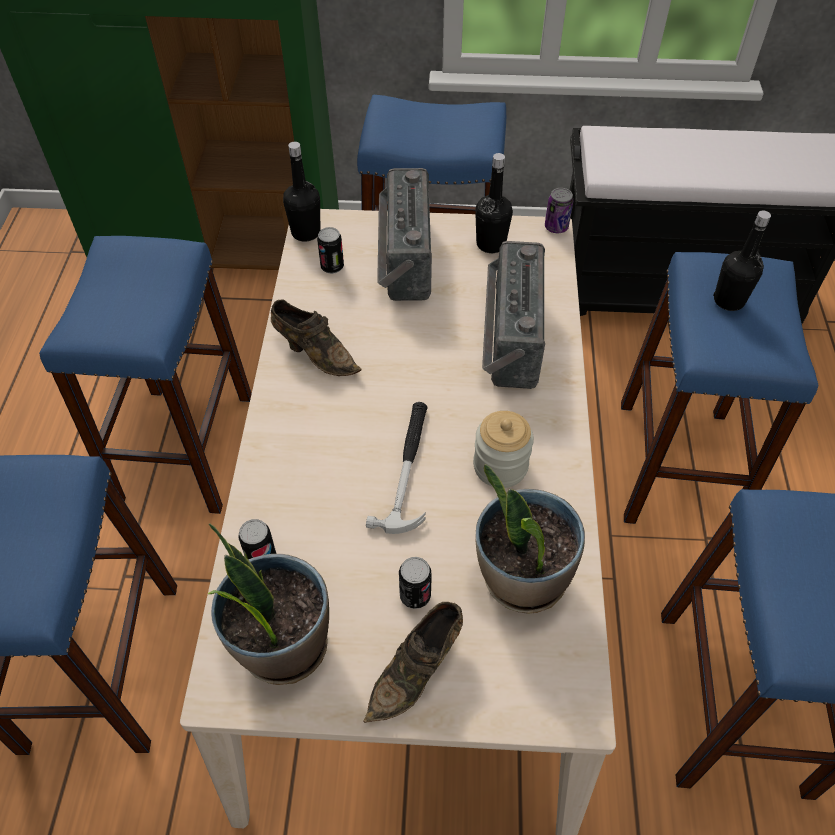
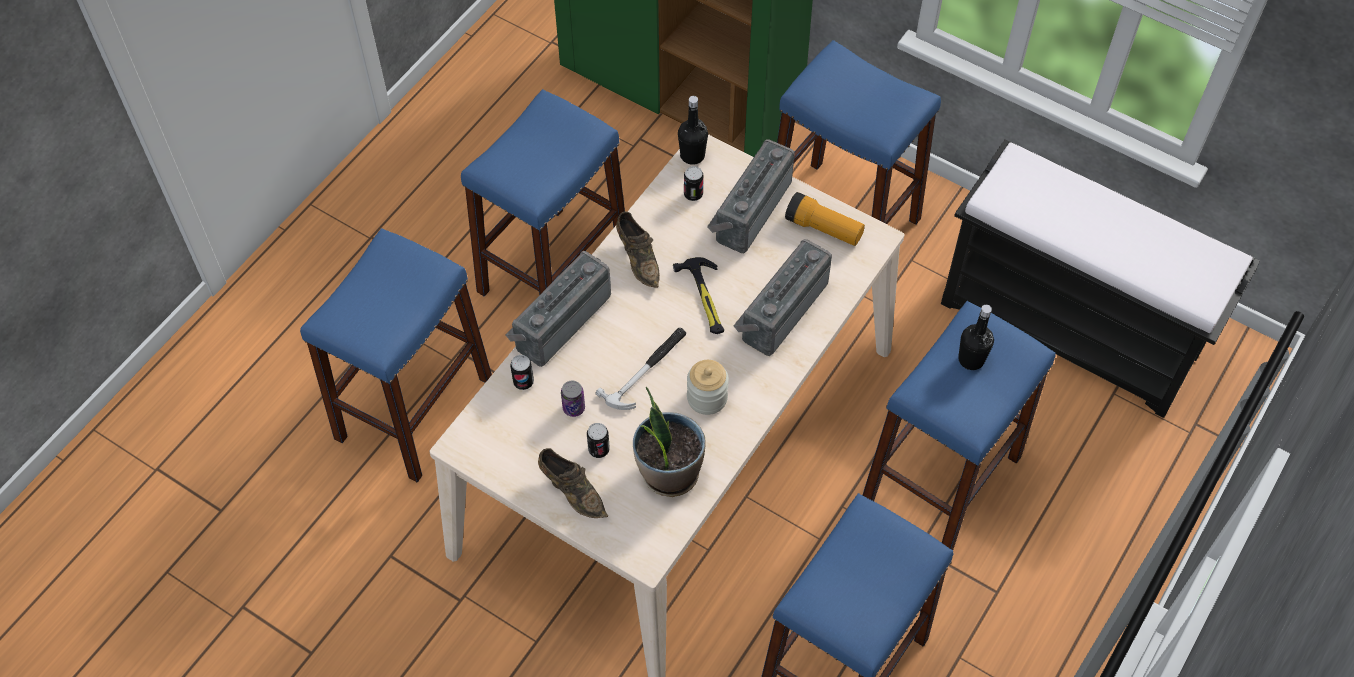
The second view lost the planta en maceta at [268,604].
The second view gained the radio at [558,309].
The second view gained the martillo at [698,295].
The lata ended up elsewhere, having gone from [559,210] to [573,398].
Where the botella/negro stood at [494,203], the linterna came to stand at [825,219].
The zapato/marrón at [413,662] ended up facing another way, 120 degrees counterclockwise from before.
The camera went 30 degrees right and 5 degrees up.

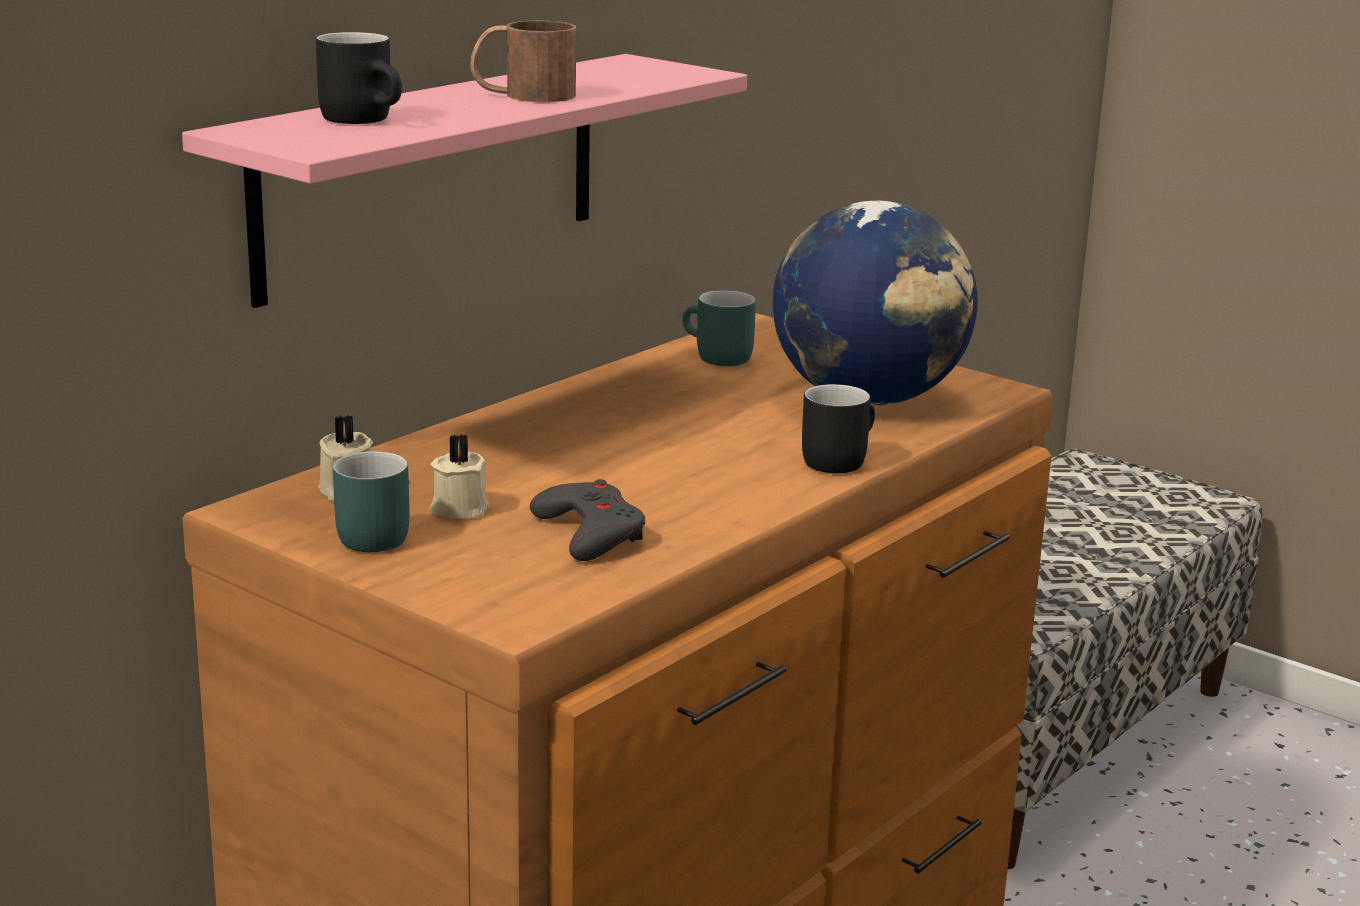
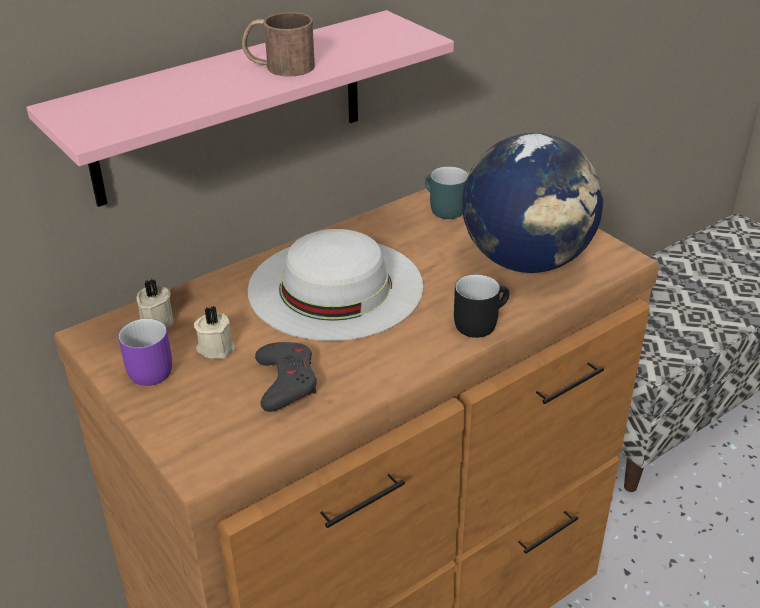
The second view lost the taza grande/negro at [359,78].
The second view gained the sombrero/blanco at [335,285].
What was the taza grande/turquesa at [371,501] turned into the taza grande/morado at [145,352].
The camera went 15 degrees right and 15 degrees up.

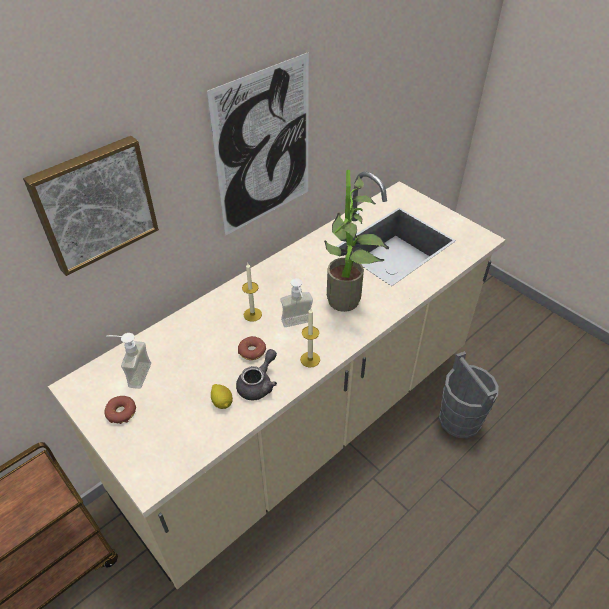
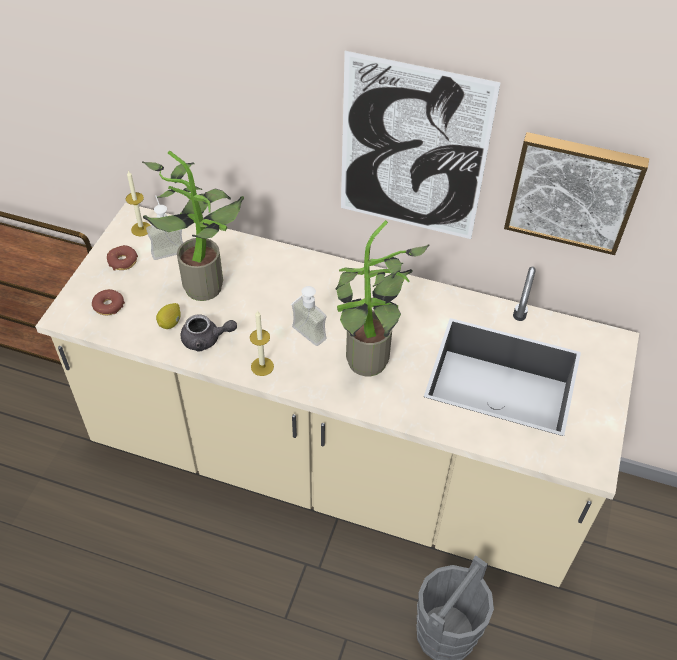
The second view gained the planta en maceta at [193,225].
The cuadro ended up elsewhere, having gone from [91,206] to [576,193].
The rosquilla ended up elsewhere, having gone from [252,348] to [108,302].
The vela ended up elsewhere, having gone from [252,292] to [138,203].
The camera went 60 degrees right and 5 degrees up.

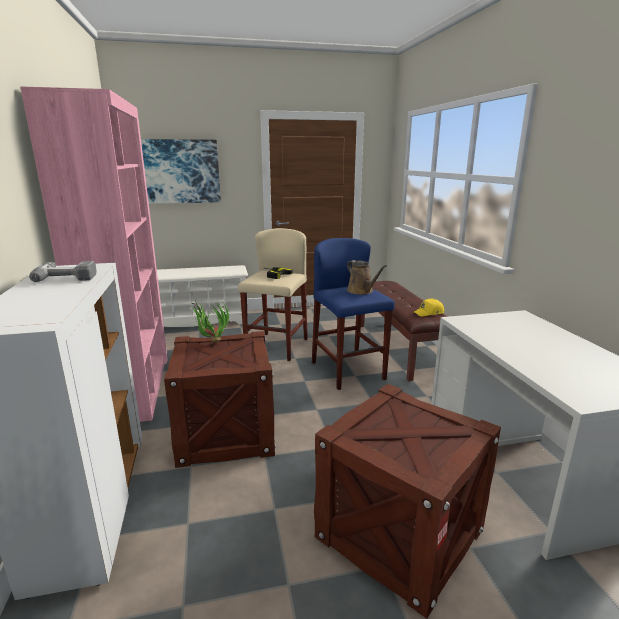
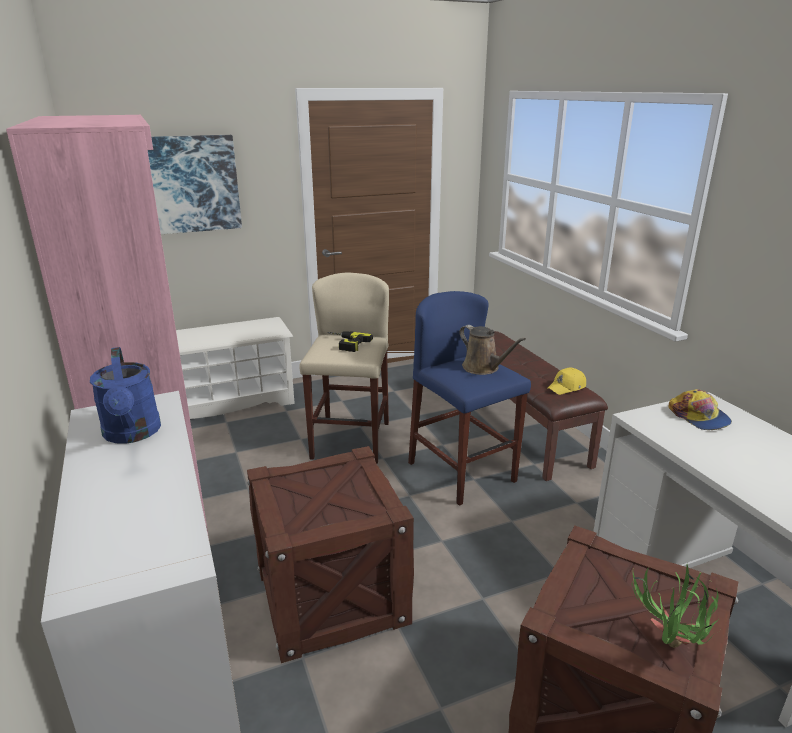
The second view gained the gorra at [700,409].
The planta en maceta ended up elsewhere, having gone from [210,321] to [676,606].
Where the taladro stood at [63,271], the regadera/azul came to stand at [125,395].
The camera went 10 degrees left and 5 degrees up.

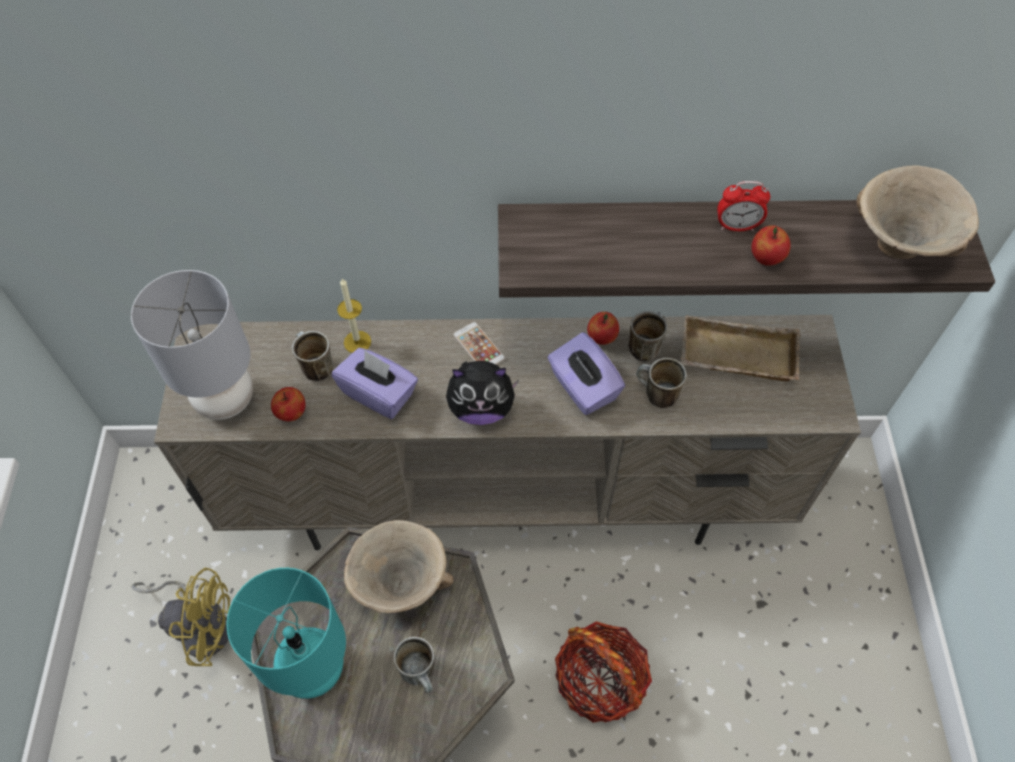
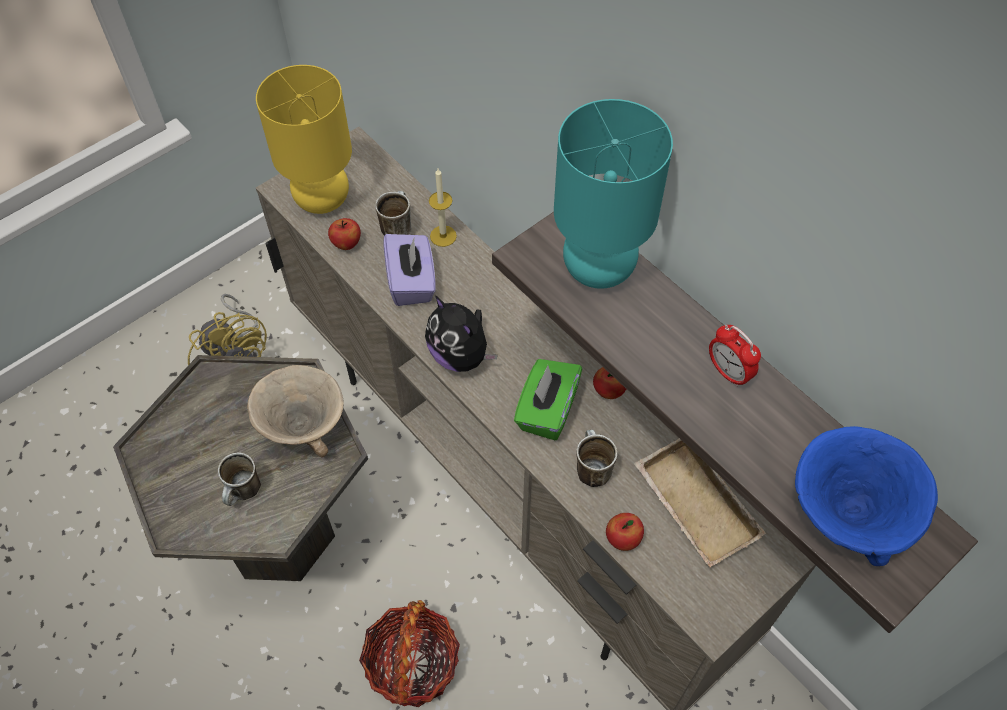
The second view lost the móvil at [479,343].
The second view lost the taza grande at [648,336].
The lámpara de mesa/turquesa ended up elsewhere, having gone from [286,633] to [613,194].
The manzana ended up elsewhere, having gone from [770,245] to [625,532].
What was the lámpara de mesa/gris at [192,345] turned into the lámpara de mesa/amarillo at [304,139].
What was the caja de pañuelos/morado at [586,373] turned into the caja de pañuelos/verde at [548,399].
What was the cuenco/beis at [918,212] turned into the cuenco/azul at [866,496].
The camera went 50 degrees right and 0 degrees up.

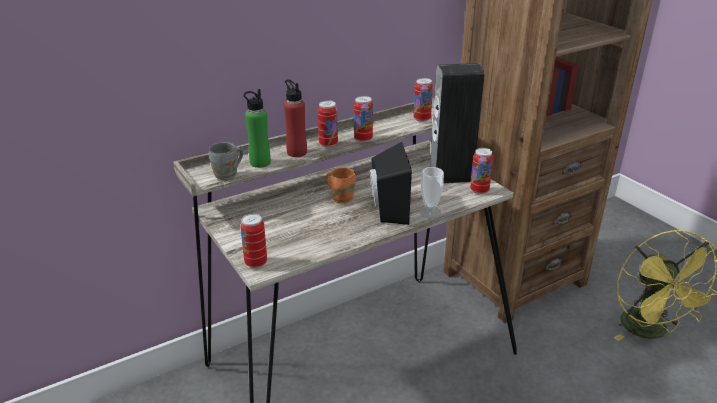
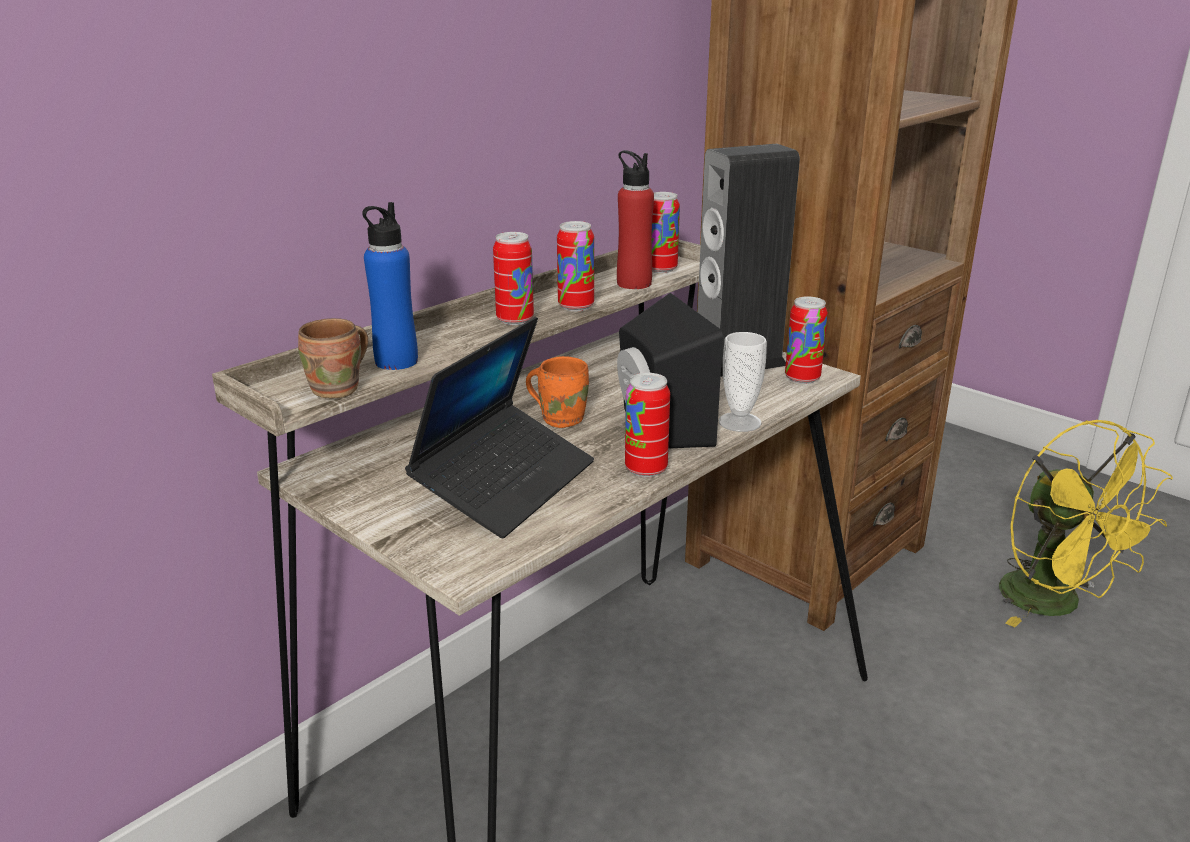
The second view gained the portátil at [499,427].
The lata ended up elsewhere, having gone from [253,241] to [647,425].
The botella/rojo ended up elsewhere, having gone from [295,118] to [635,219].
What was the taza grande/gris at [226,161] turned into the taza grande/marrón at [333,358].
What was the botella/verde at [257,128] turned into the botella/azul at [390,286].
The camera went 15 degrees left and 5 degrees down.

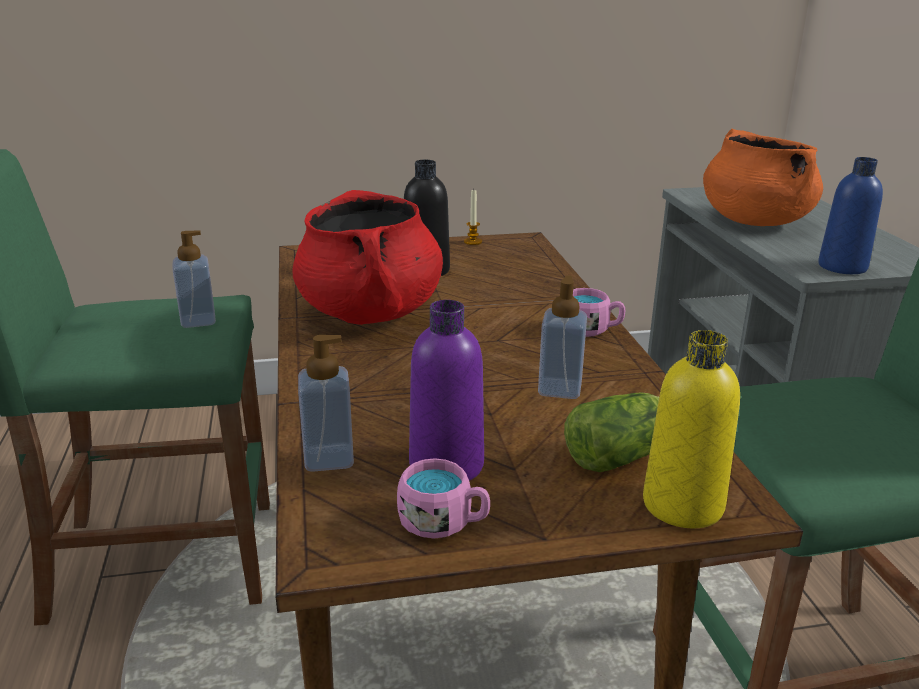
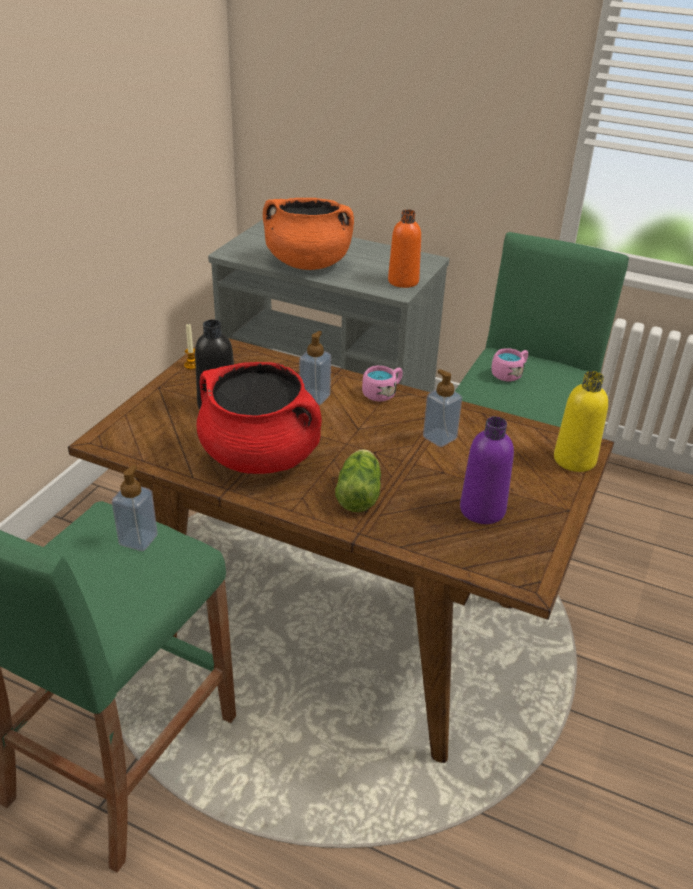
The dispensador de jabón ended up elsewhere, having gone from [326,403] to [315,368].
The taza grande/rosa ended up elsewhere, having gone from [443,498] to [509,364].
The lechuga ended up elsewhere, having gone from [611,432] to [358,480].
What was the botella/azul at [850,215] turned into the botella/naranja at [404,248].
The camera went 55 degrees left and 10 degrees up.

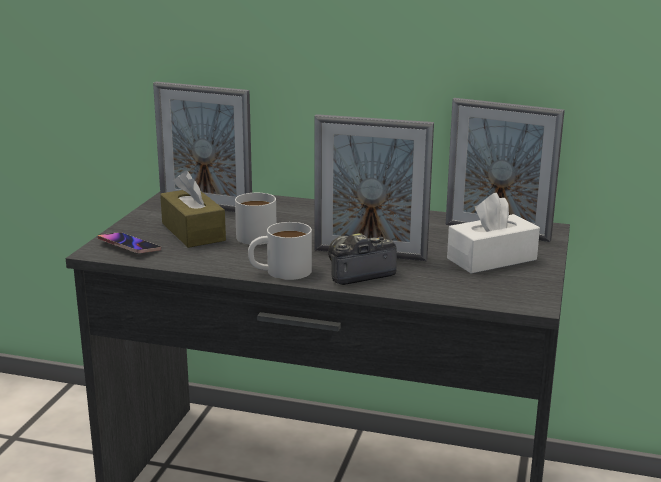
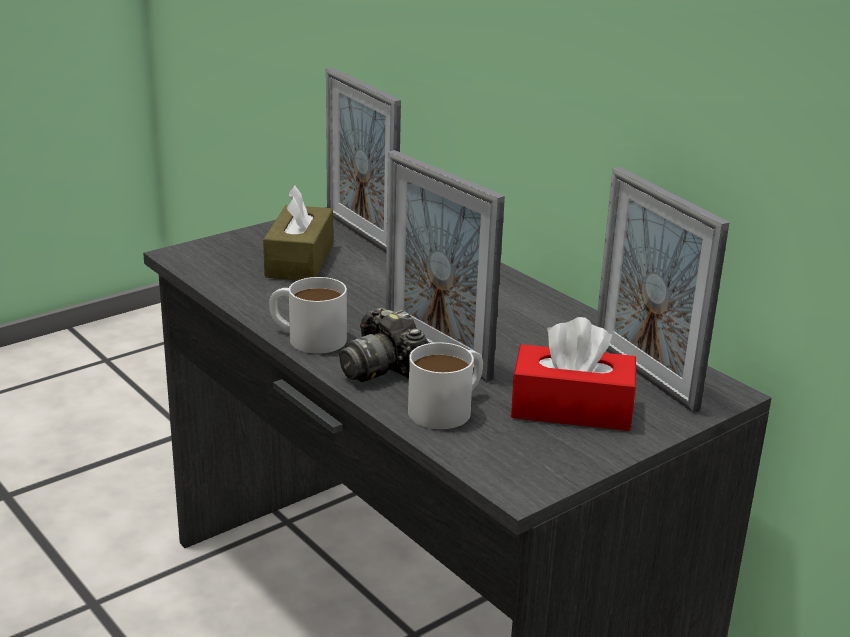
The second view lost the móvil at [129,242].
The taza grande/blanco ended up elsewhere, having gone from [255,219] to [445,385].
What was the caja de pañuelos/blanco at [493,233] turned into the caja de pañuelos/rojo at [573,374].
The cámara at [362,259] ended up facing another way, 135 degrees counterclockwise from before.
The camera went 35 degrees right and 5 degrees up.

